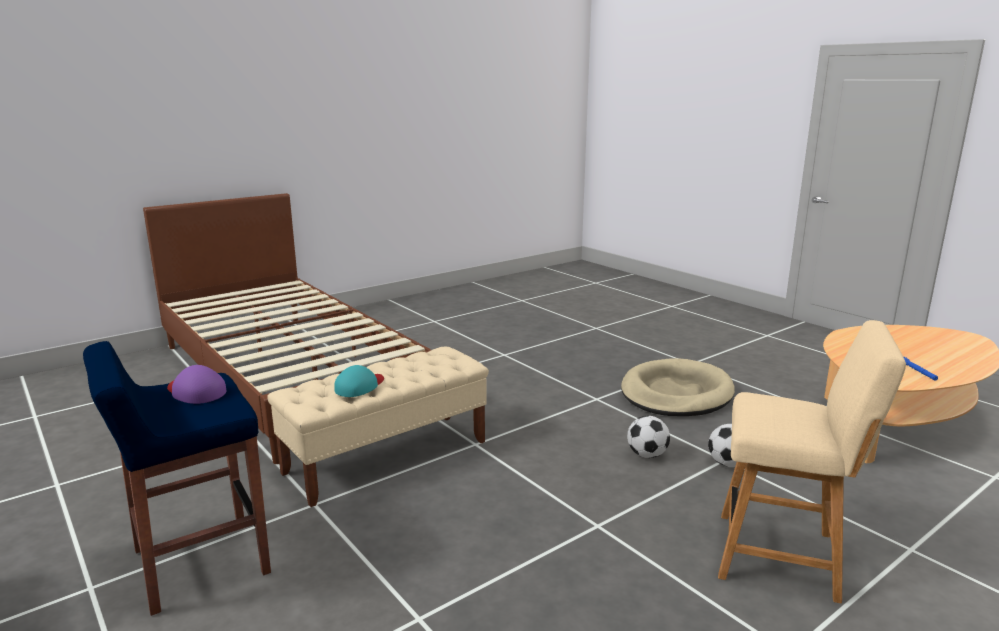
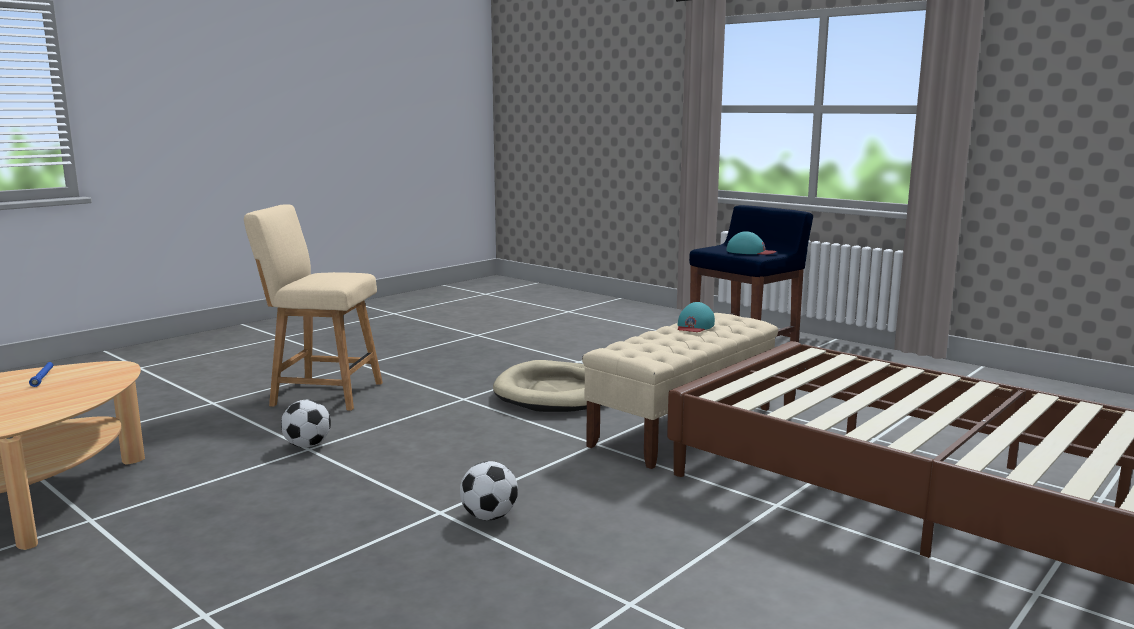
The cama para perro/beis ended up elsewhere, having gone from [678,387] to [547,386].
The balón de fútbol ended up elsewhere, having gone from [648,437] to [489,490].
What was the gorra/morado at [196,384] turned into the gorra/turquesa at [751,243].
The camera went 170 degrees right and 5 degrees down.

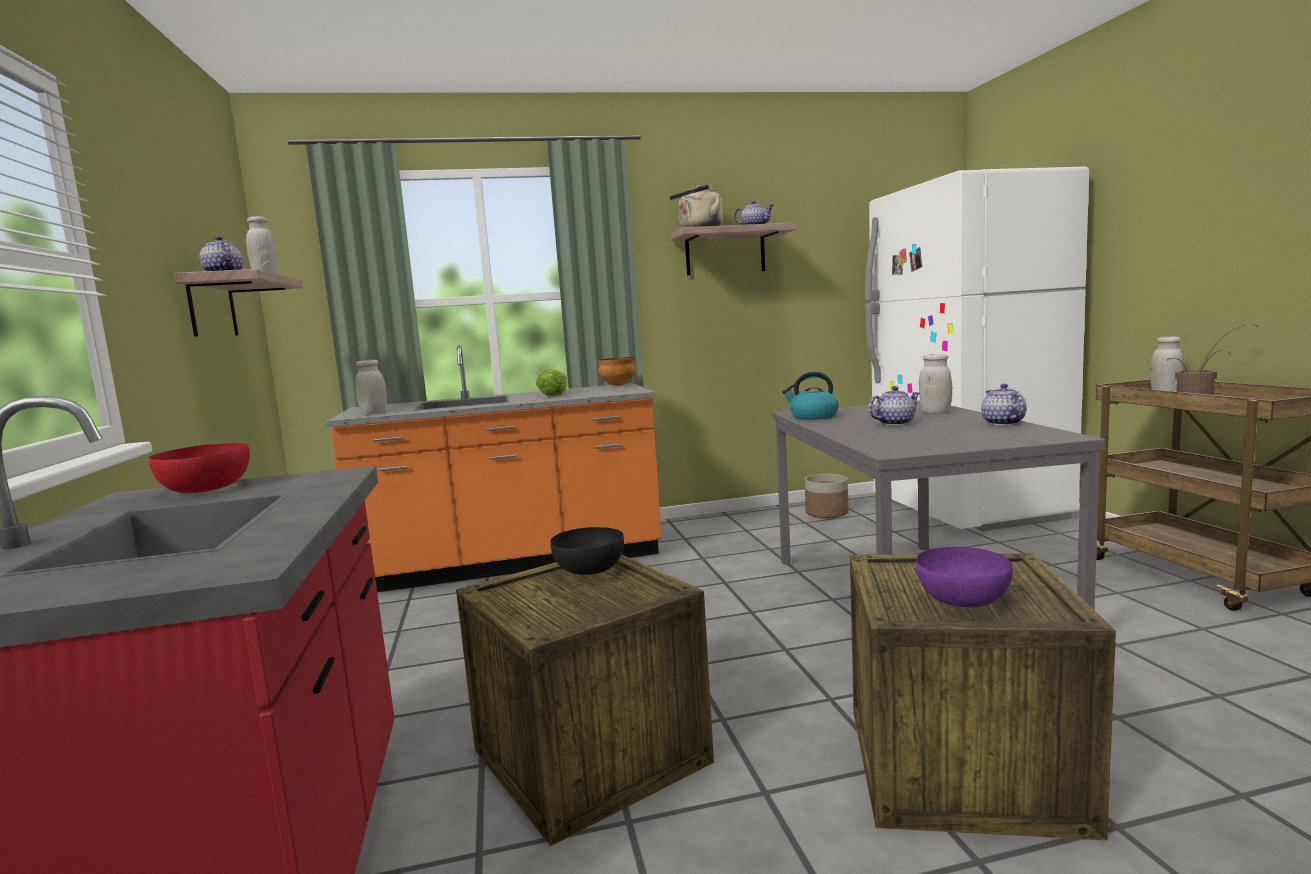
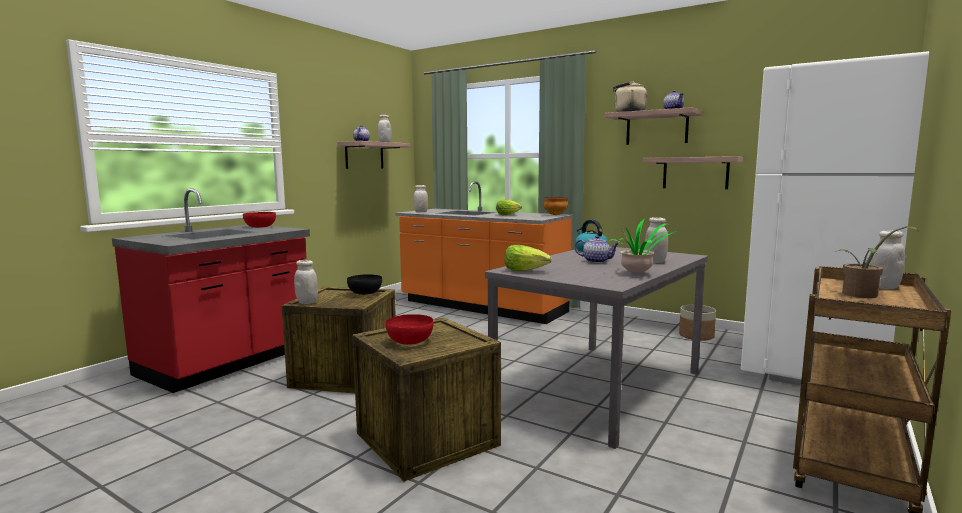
The second view gained the tarro/blanco at [306,282].
The second view gained the lechuga at [528,258].
The second view gained the estante at [693,172].
Where the tetera stood at [1004,405], the planta en maceta came to stand at [642,247].
What was the cuenco/morado at [964,577] turned into the cuenco/rojo at [409,329].
The camera went 45 degrees right and 0 degrees up.

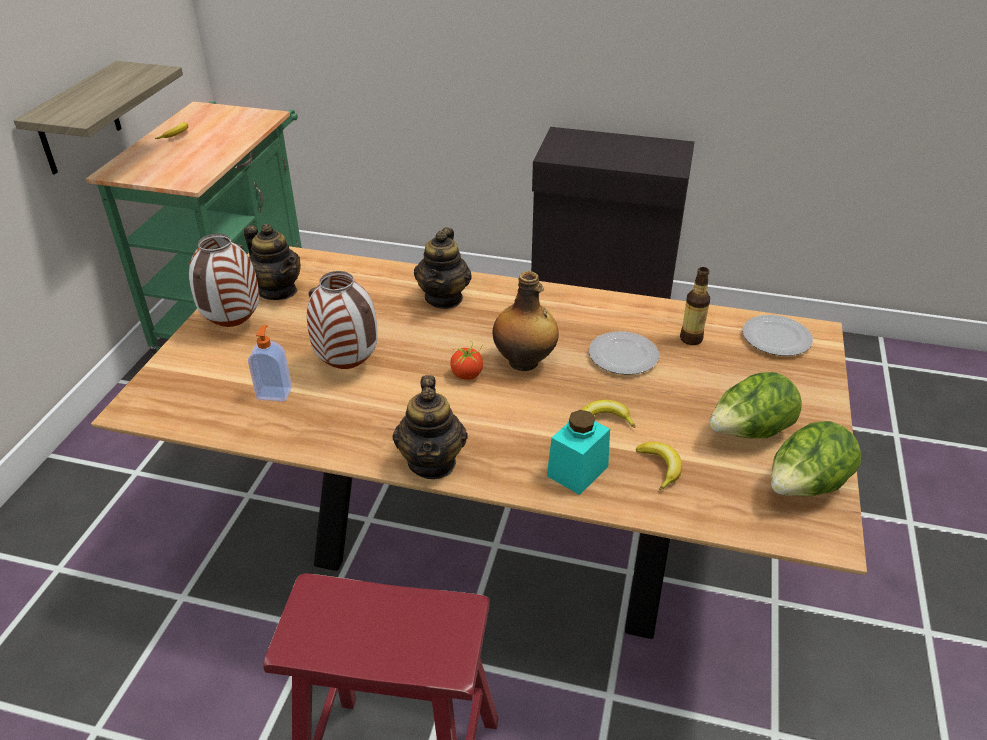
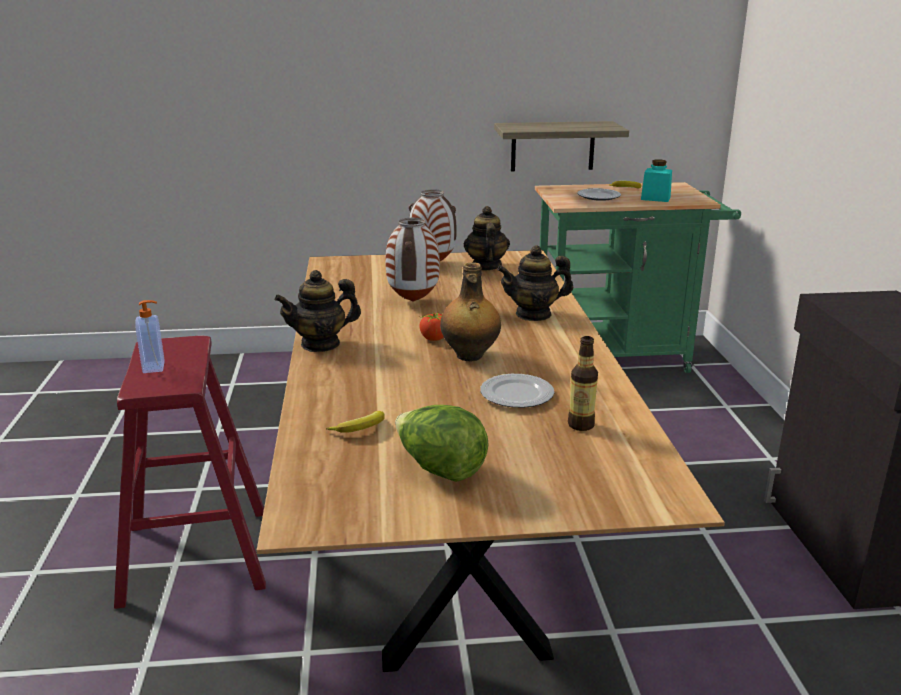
The second view lost the plátano at [608,414].
The second view lost the lechuga at [816,459].
The dispensador de jabón ended up elsewhere, having gone from [270,363] to [150,336].
The tarro/turquesa ended up elsewhere, having gone from [578,452] to [656,180].
The plato ended up elsewhere, having gone from [777,335] to [599,194].
The tetera at [272,262] ended up facing another way, 150 degrees clockwise from before.
The camera went 70 degrees right and 15 degrees down.

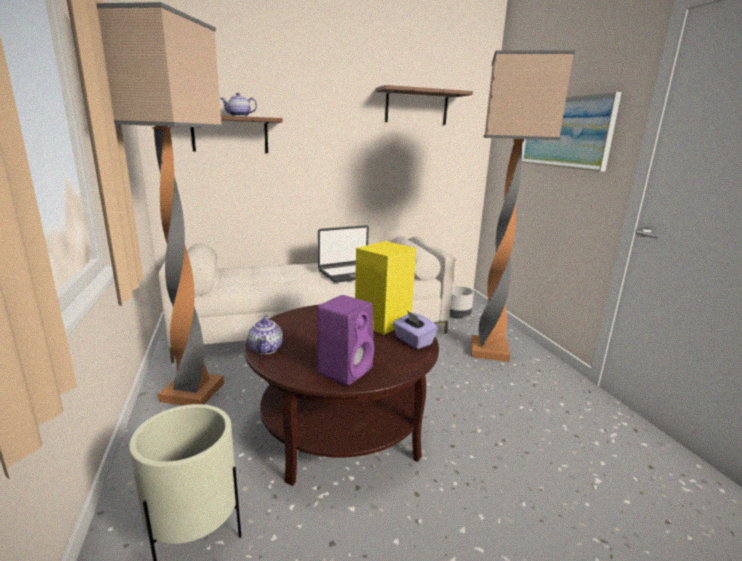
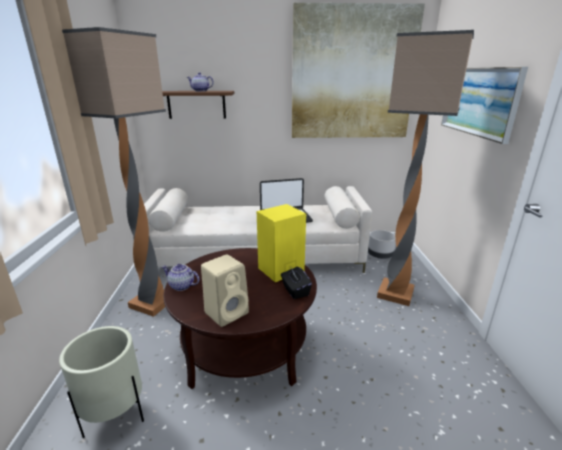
Where the estante/marrón hung at [424,105], the cuadro came to hang at [358,70].
What was the altavoz/morado at [345,340] turned into the altavoz/beis at [225,290].
What was the caja de pañuelos/morado at [415,330] turned into the caja de pañuelos/negro at [296,282].
The tetera at [265,335] ended up facing another way, 105 degrees clockwise from before.
The camera went 15 degrees right and 5 degrees up.

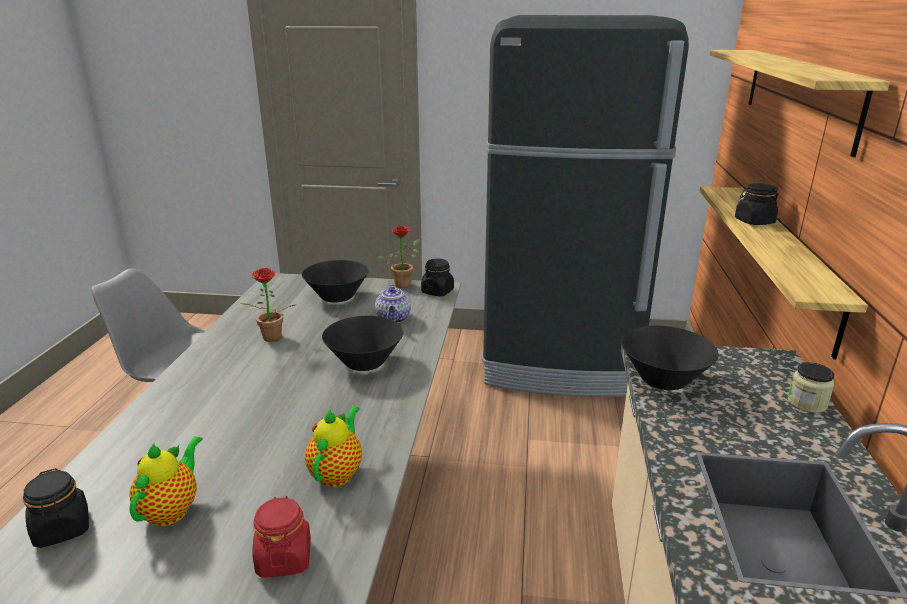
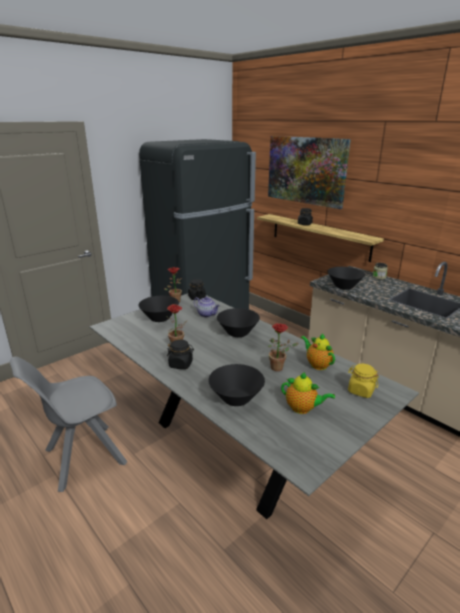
The second view gained the cuenco/negro at [236,385].
The second view gained the planta en maceta at [283,347].
The tarro/negro ended up elsewhere, having gone from [56,508] to [180,354].
Where the estante hung at [800,103], the cuadro came to hang at [309,172].
What was the tarro/rojo at [281,537] turned into the tarro/amarillo at [363,381].
The tetera at [166,481] ended up facing another way, 150 degrees clockwise from before.
The camera went 50 degrees left and 0 degrees up.

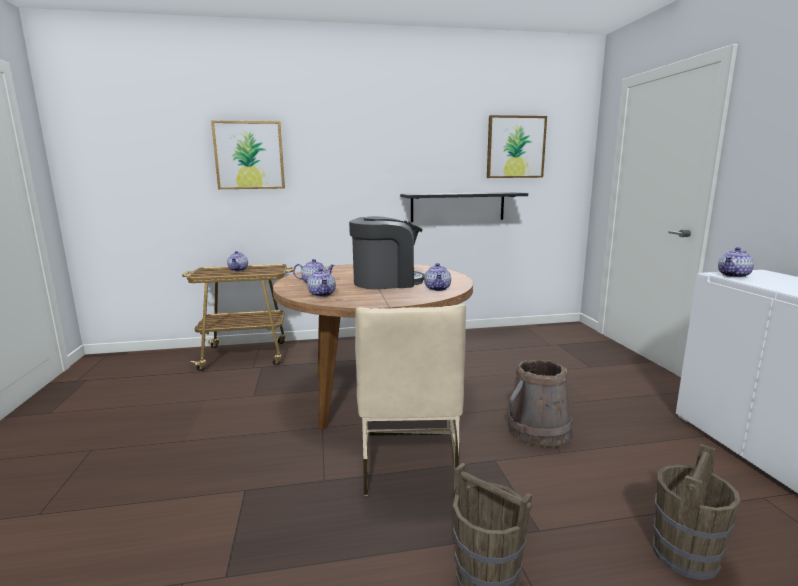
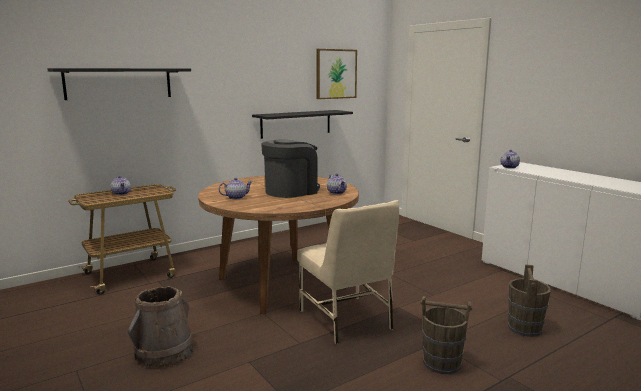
The second view lost the tetera at [321,282].
The cubo/marrón ended up elsewhere, having gone from [540,403] to [161,326].
Where the cuadro hung at [248,155], the estante/negro came to hang at [119,84].
The camera went 25 degrees left and 0 degrees up.

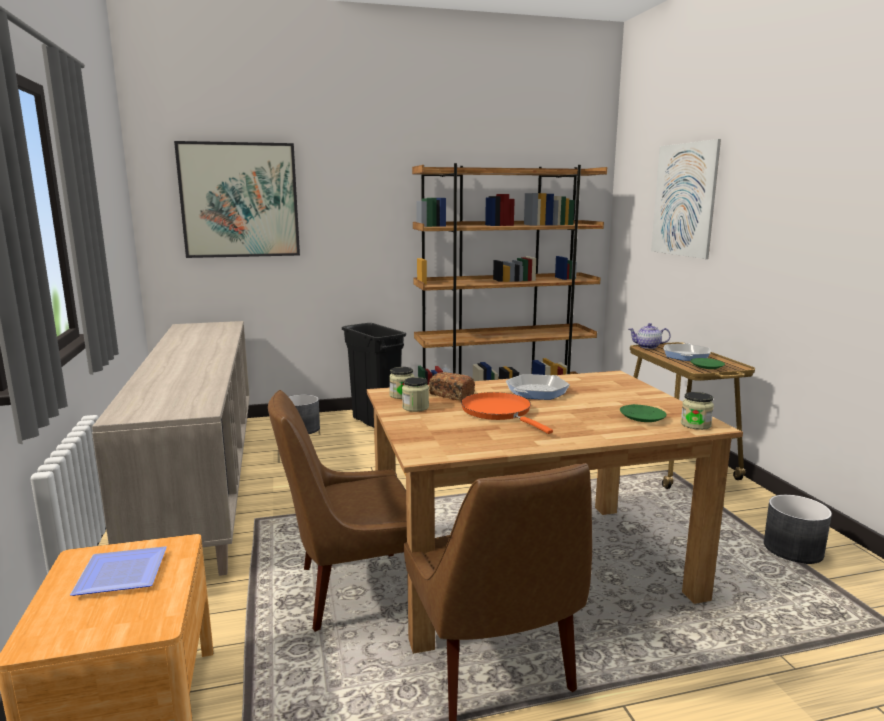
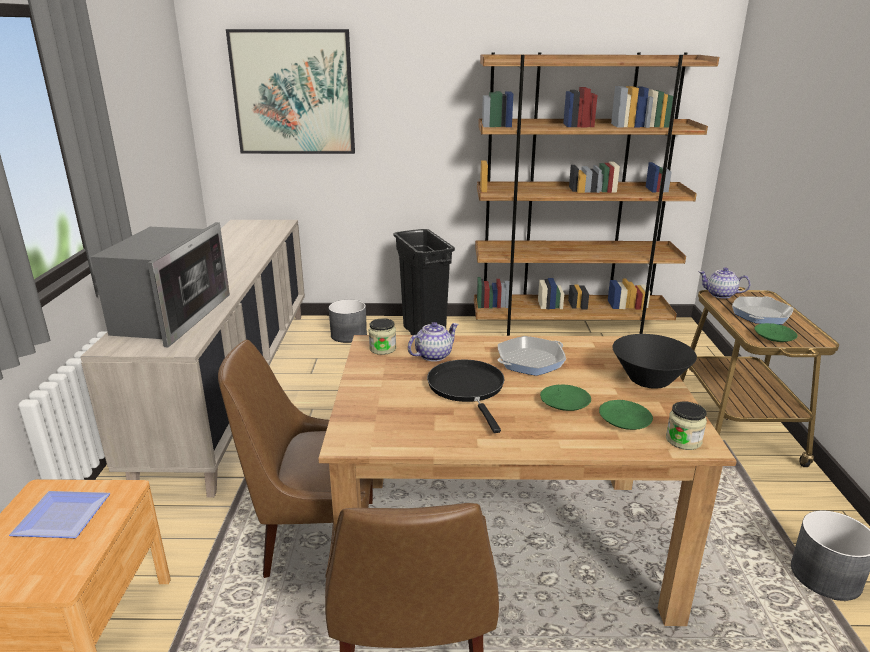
The second view lost the tarro at [415,394].
The second view lost the cuadro at [686,199].
The second view gained the microondas at [160,284].
The second view gained the plato/verde at [565,397].
The second view gained the cuenco/negro at [654,361].
Where the pan stood at [452,386], the tetera came to stand at [433,342].
What was the sartén/naranja at [507,413] turned into the sartén/negro at [465,396].
The camera went 15 degrees right and 10 degrees up.

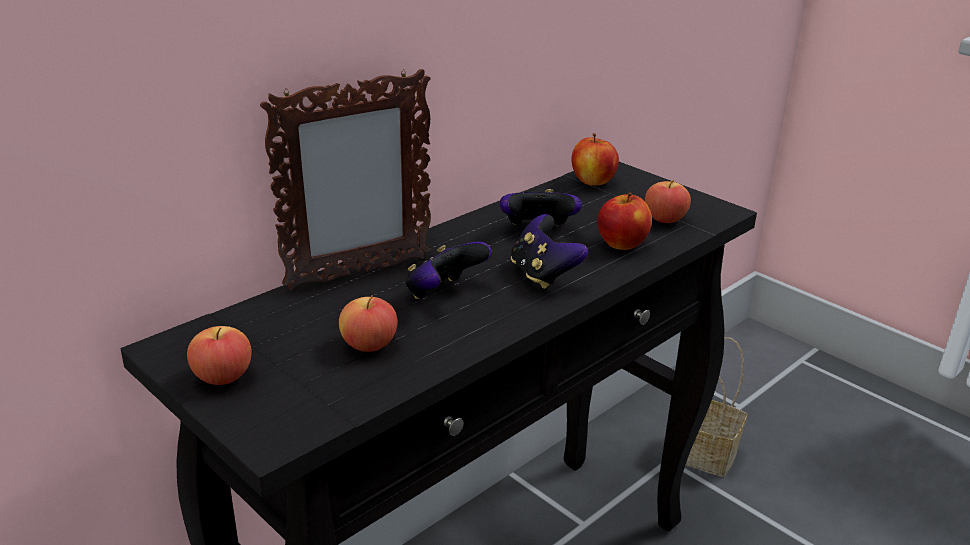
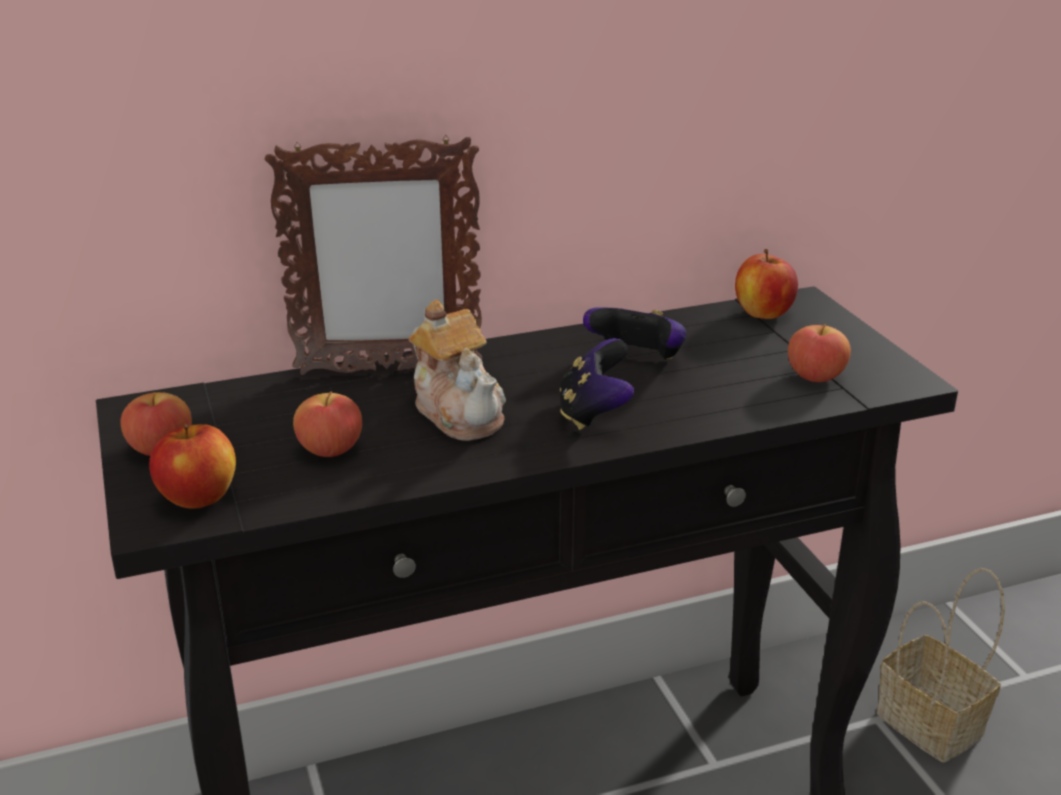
The manzana ended up elsewhere, having gone from [624,221] to [192,466].
Where the mando de consola stood at [448,270], the tetera came to stand at [457,370].
The camera went 25 degrees right and 0 degrees up.

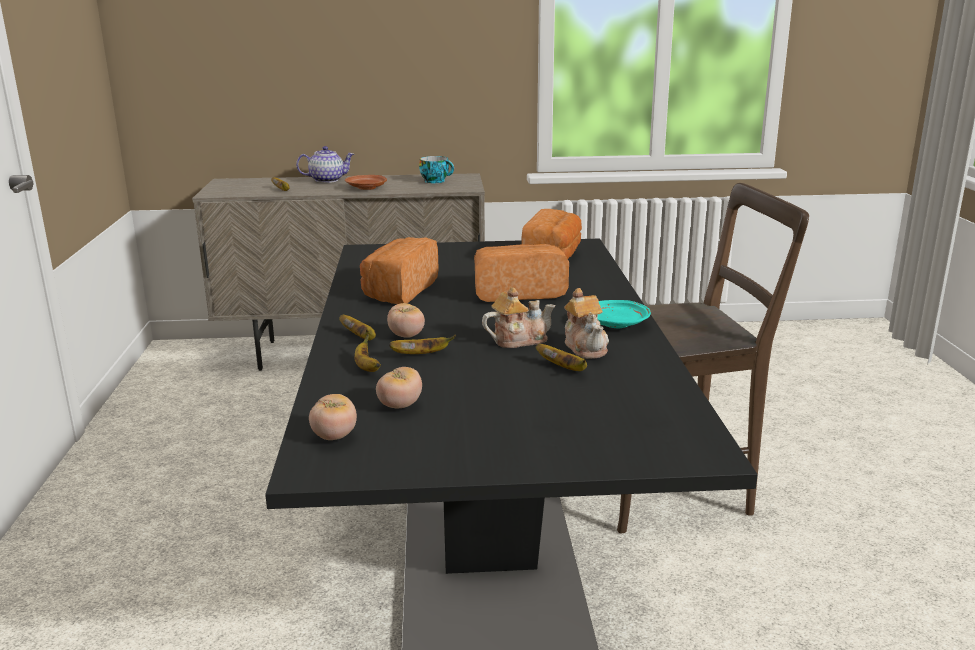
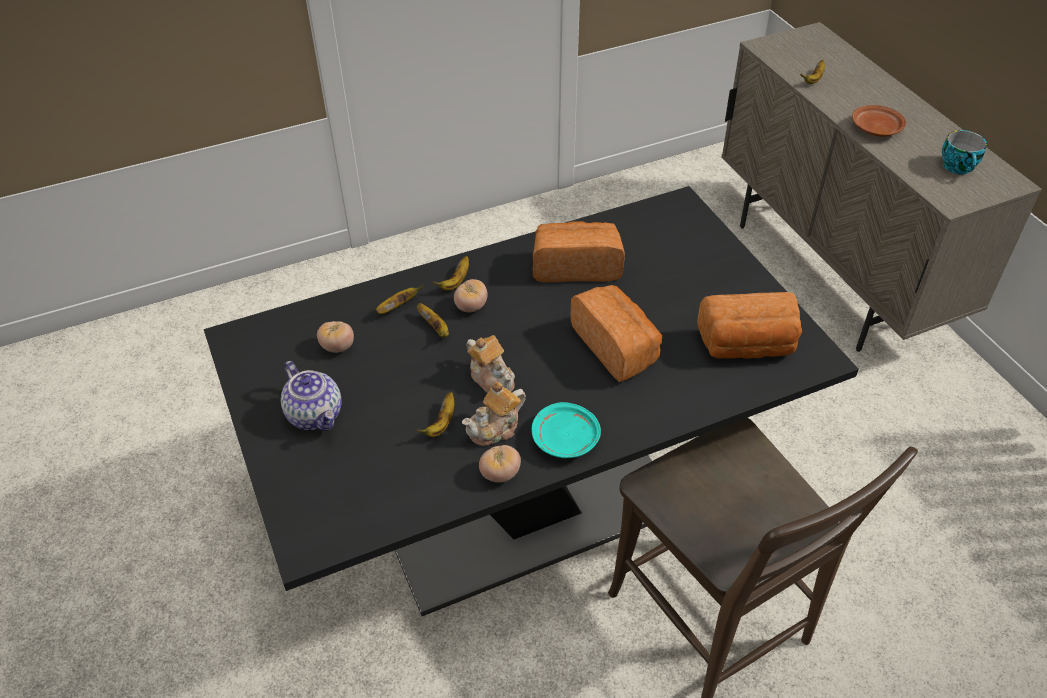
The tetera ended up elsewhere, having gone from [325,164] to [311,396].
The tomate ended up elsewhere, having gone from [333,417] to [500,464].
The camera went 70 degrees right and 25 degrees up.

